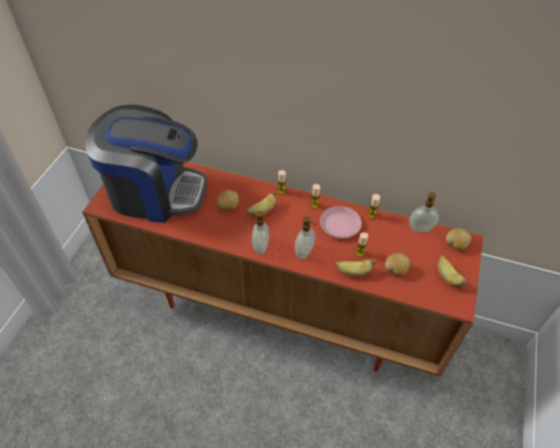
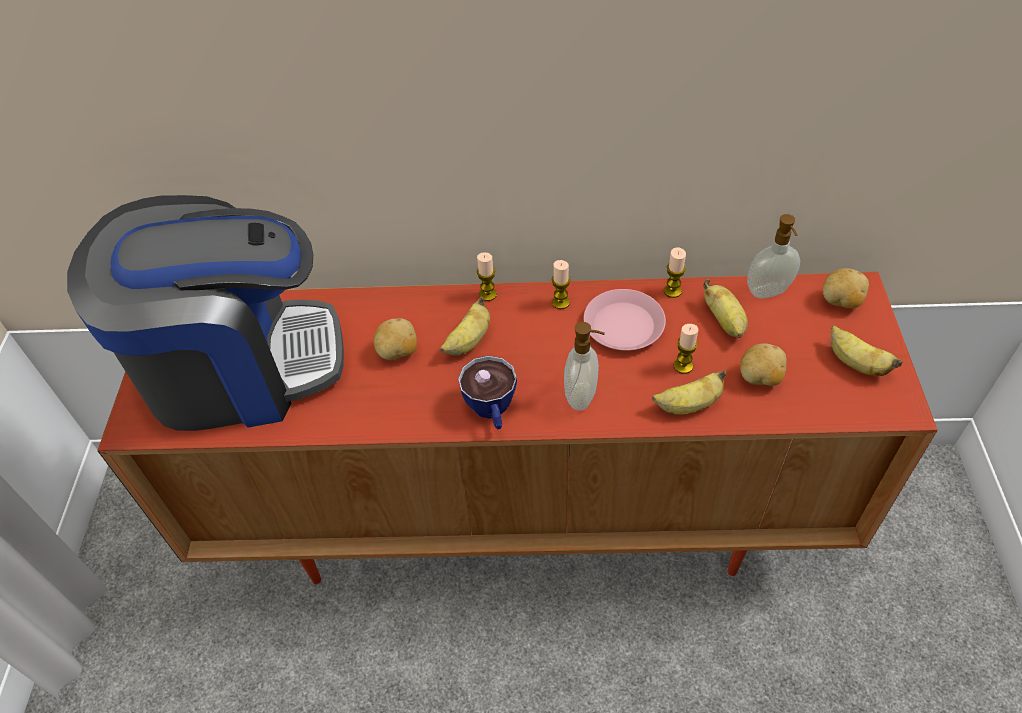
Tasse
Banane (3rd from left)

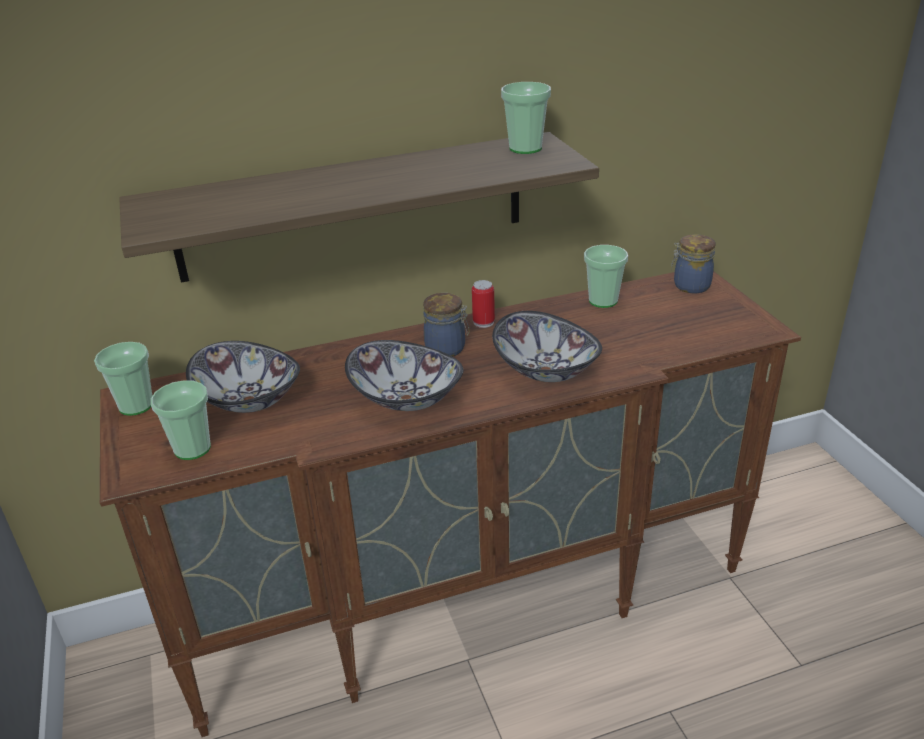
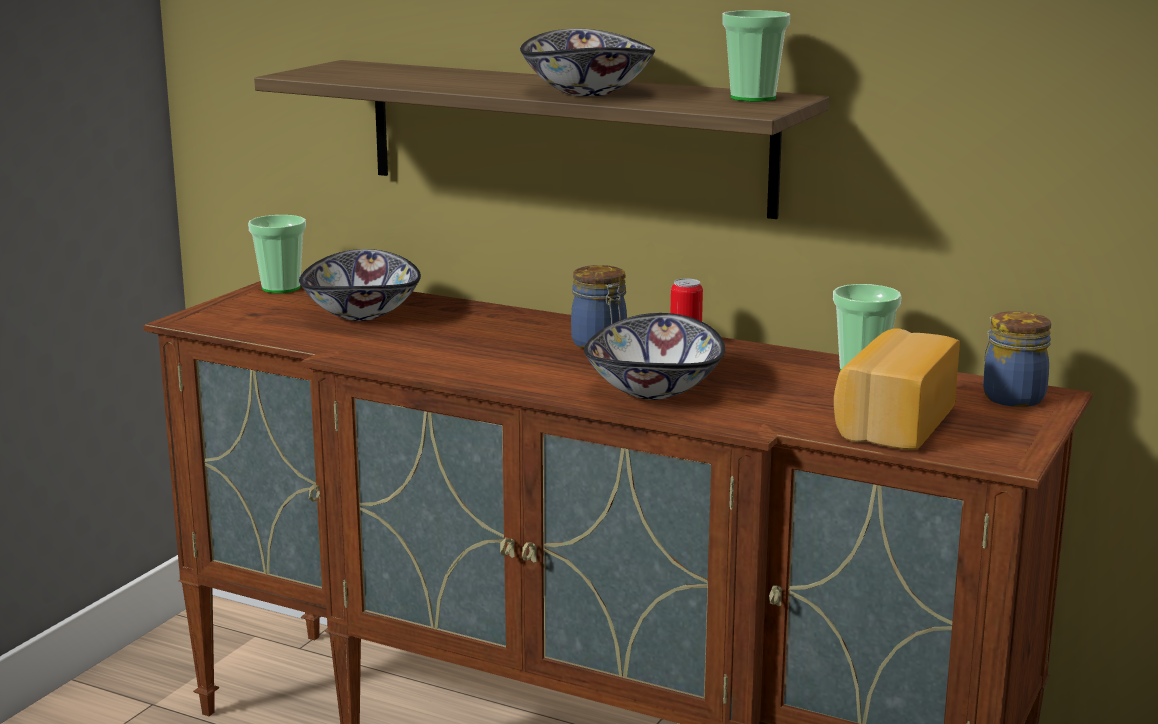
Schüssel (2nd from left)
Tasse (2nd from left in the first image)
Brot

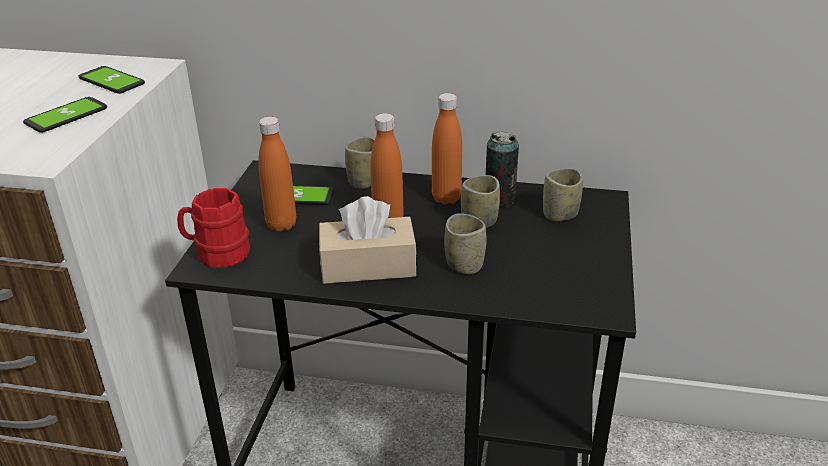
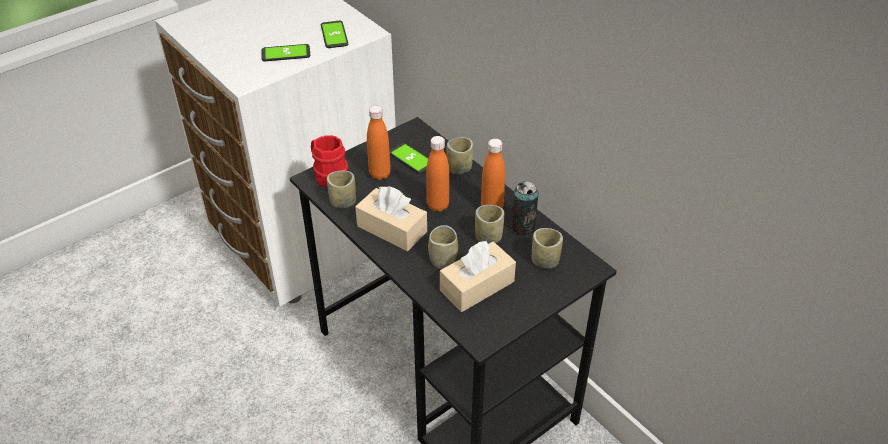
Tasse (1st from left)
Taschentuchbox [beige] (2nd from left)

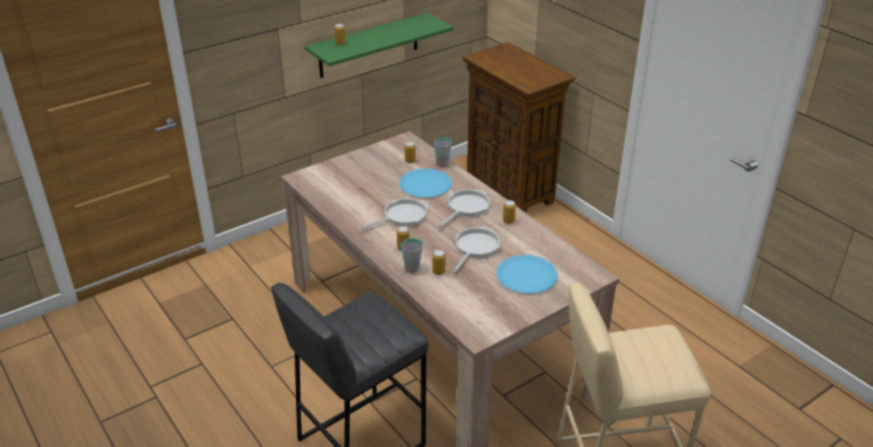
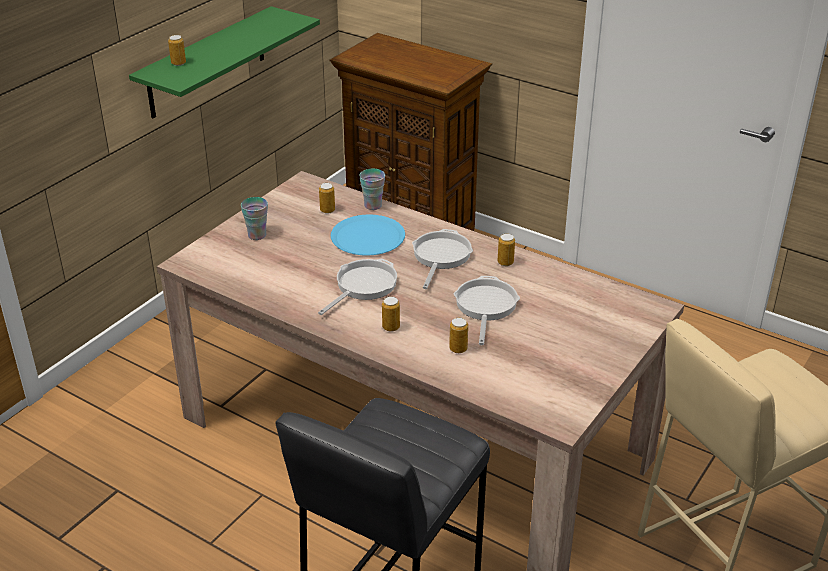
Tasse (1st from left)
Teller [blau] (2nd from left in the first image)

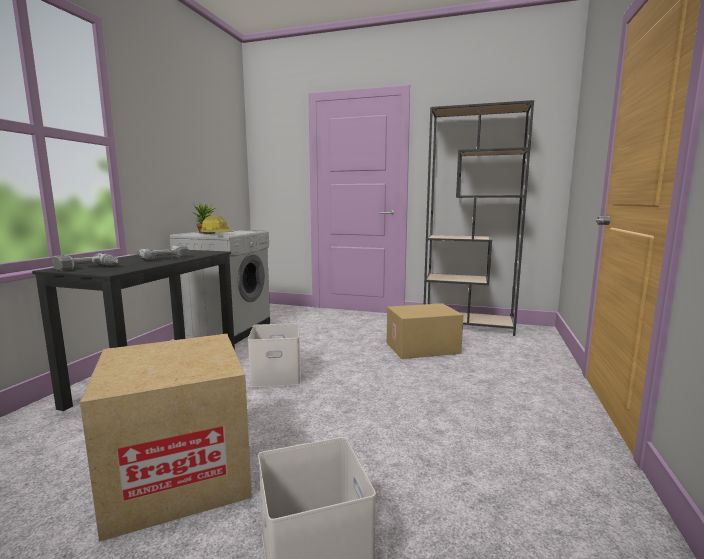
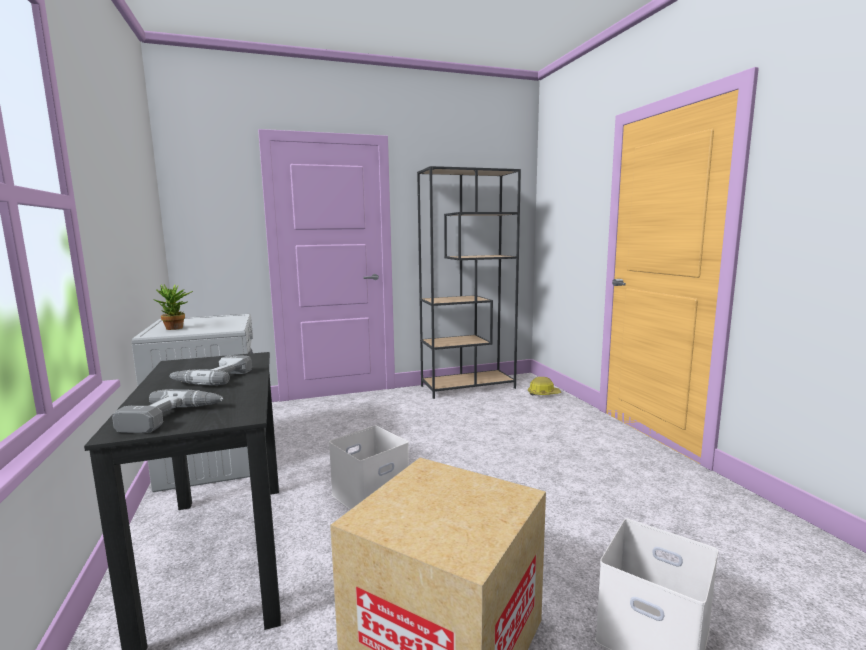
Schutzhelm
Karton (2nd from left in the first image)

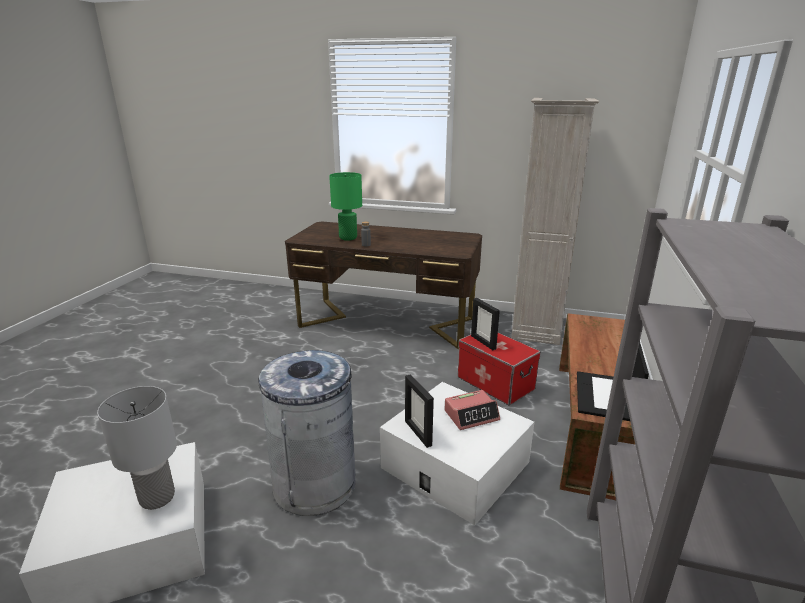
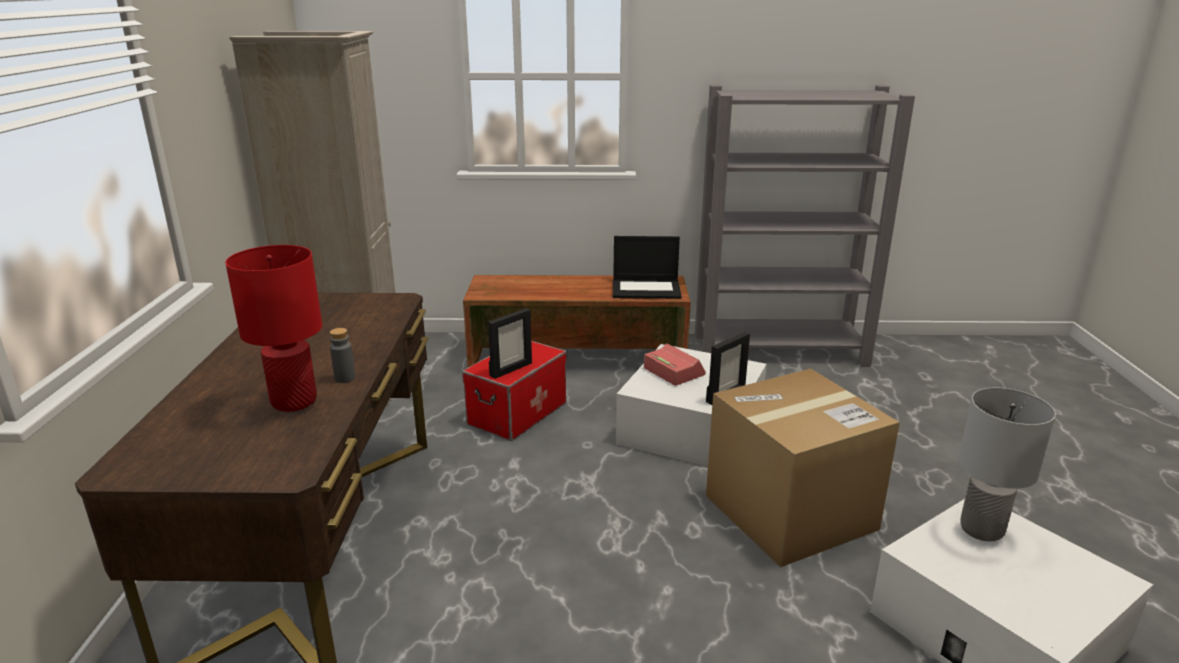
Tischlampe [rot]
Karton

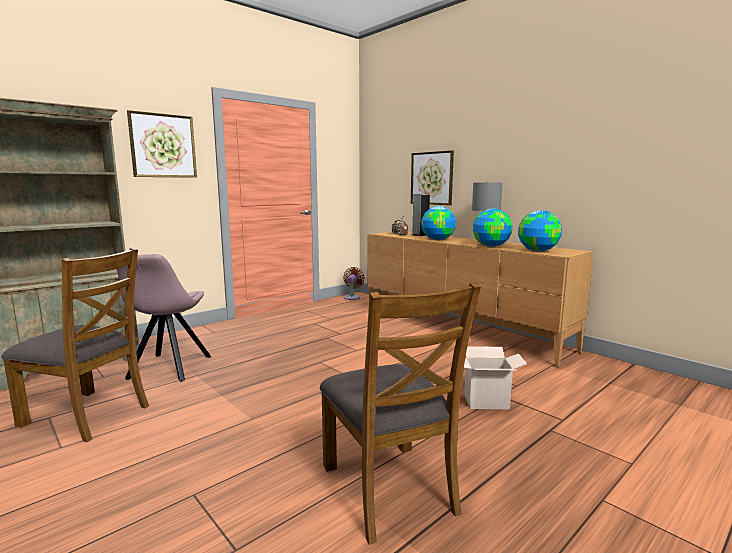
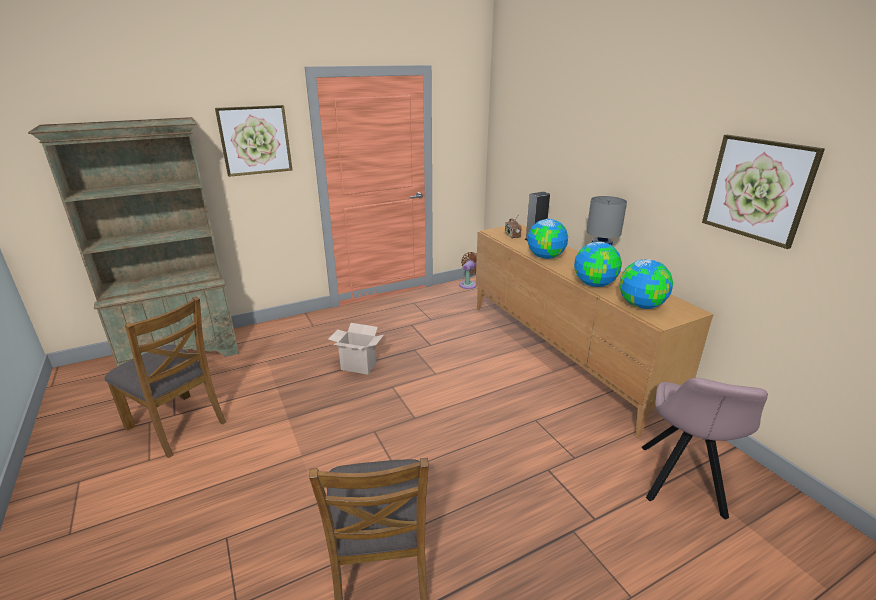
Bild (2nd from left)
Stuhl [rosa]
Karton

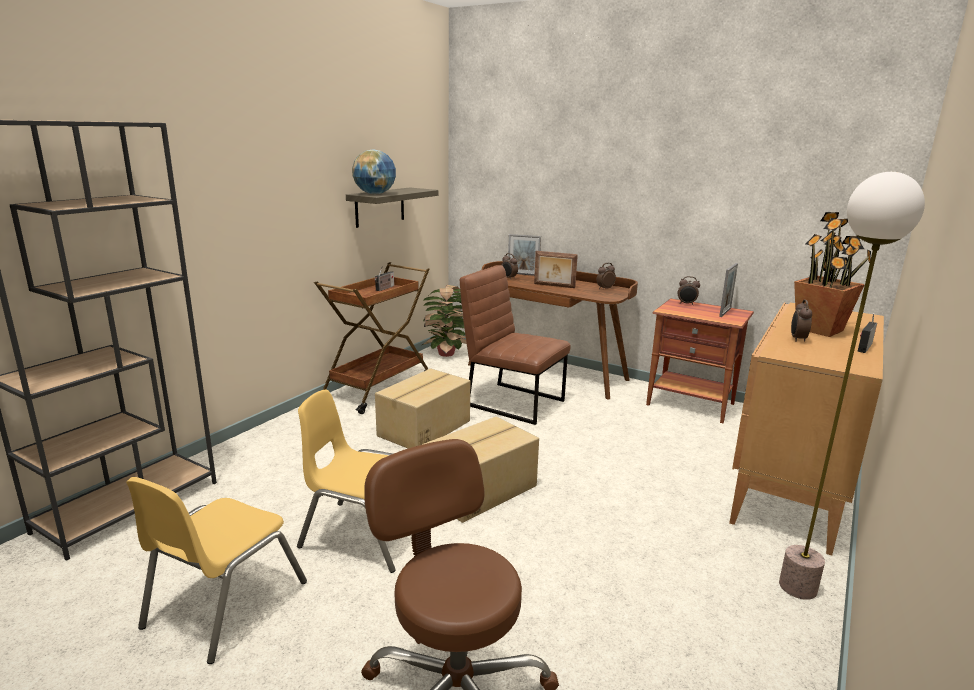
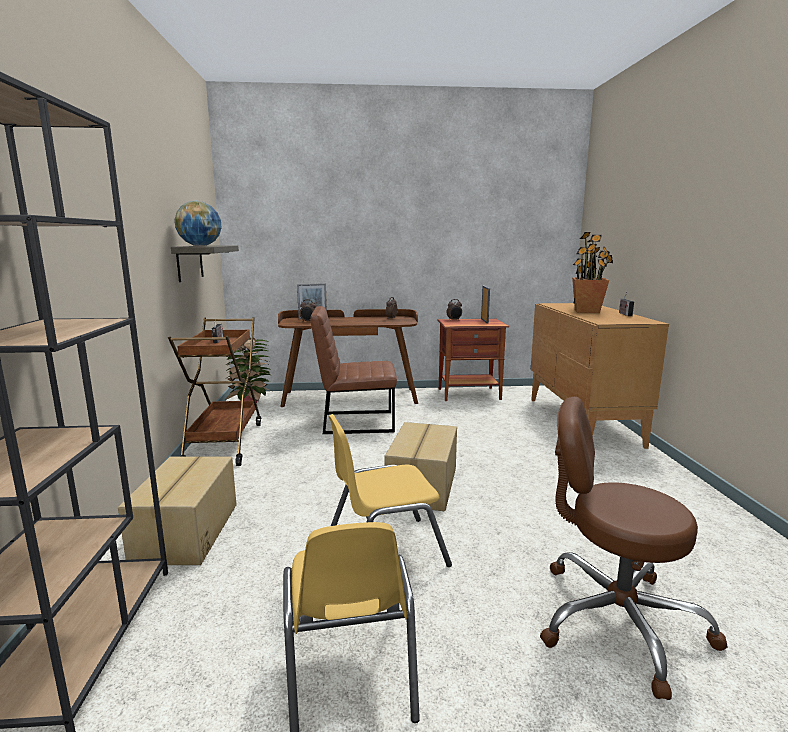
Stehlampe
Bilderrahmen (2nd from left in the first image)
Wecker (4th from left in the first image)
Karton (1st from left)

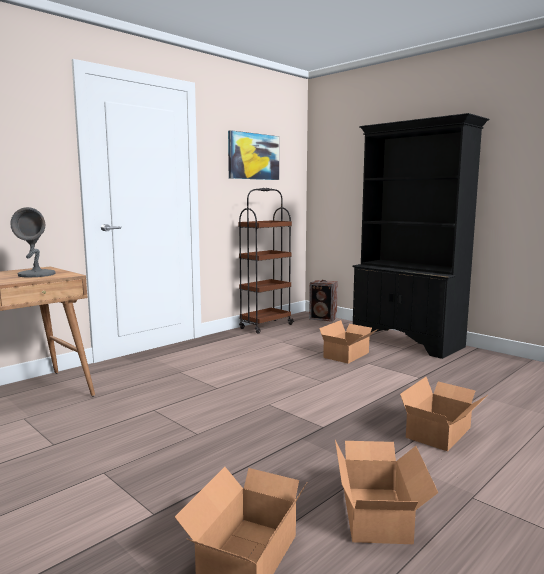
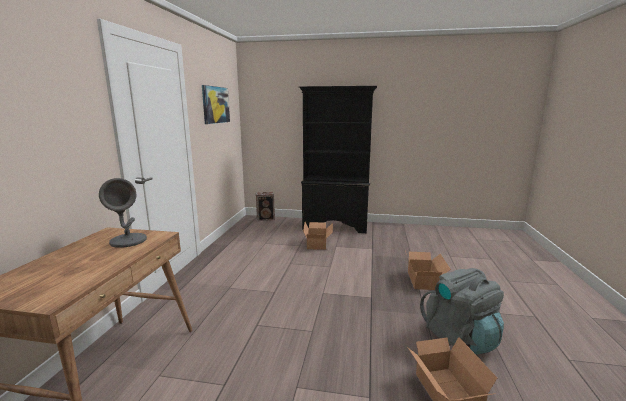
Rollwagen [braun]
Rucksack [grau]

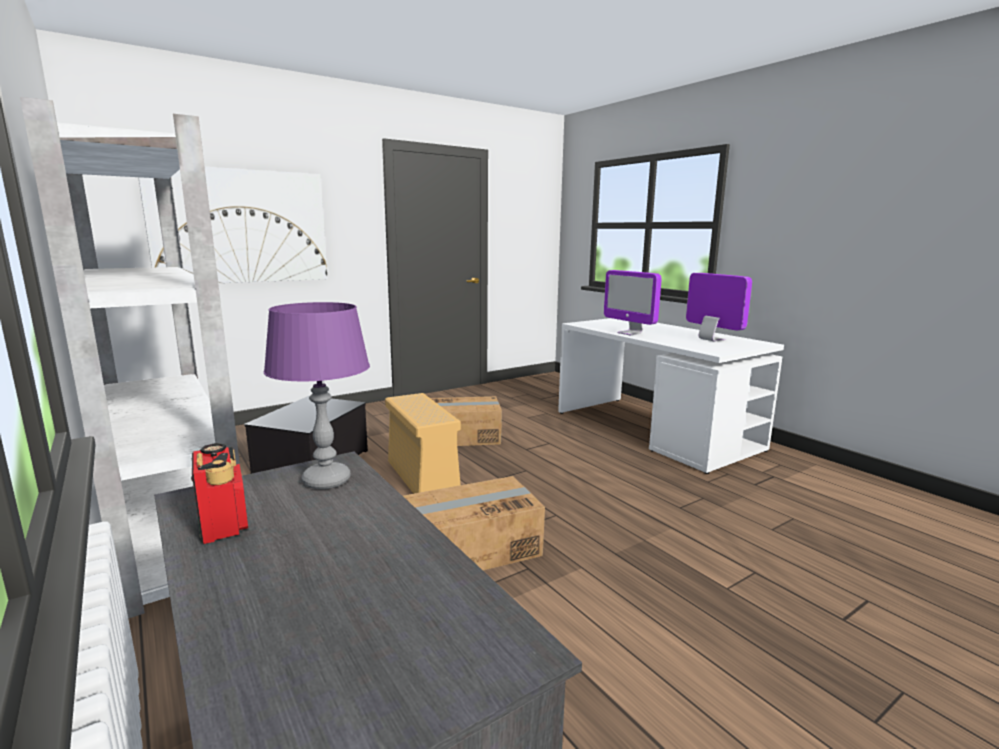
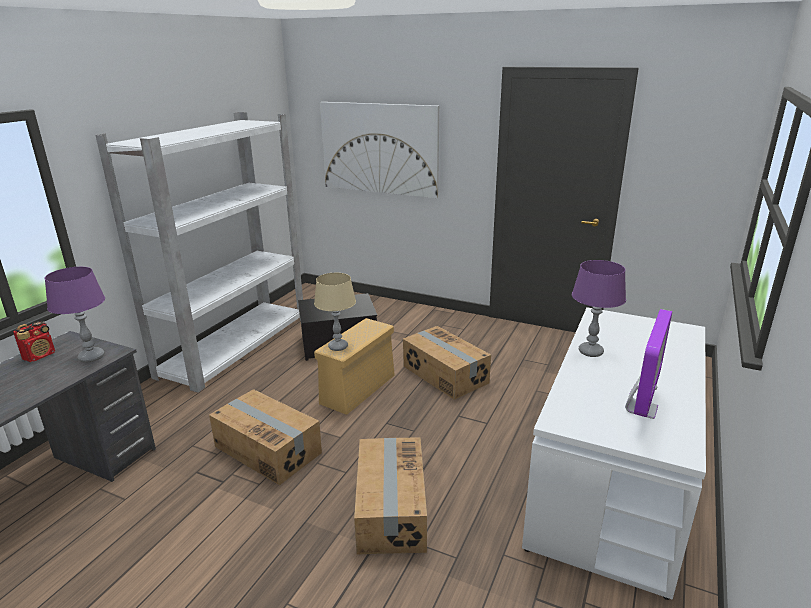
Tischlampe [lila] (2nd from left)
Tischlampe [beige]
Karton (2nd from left)

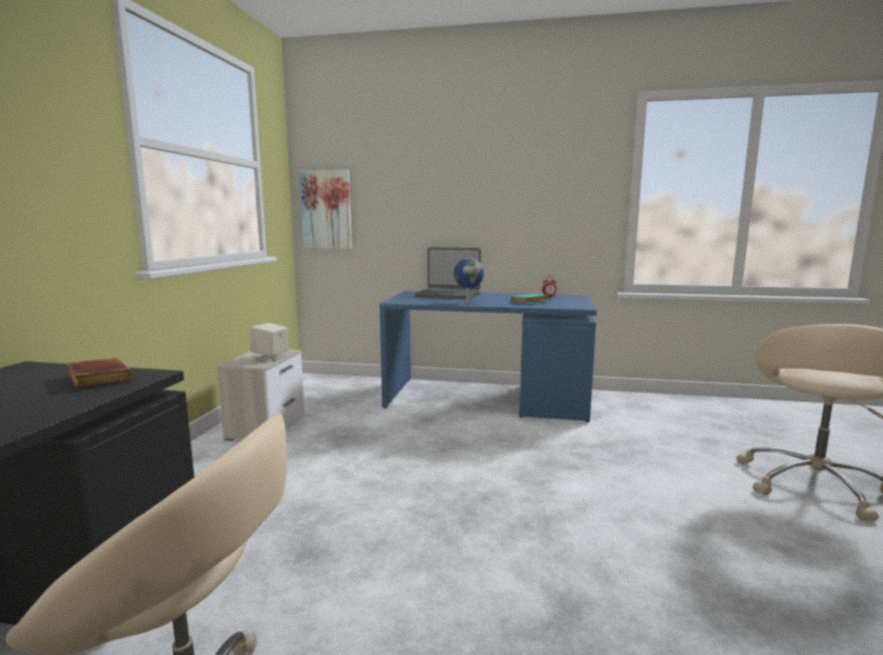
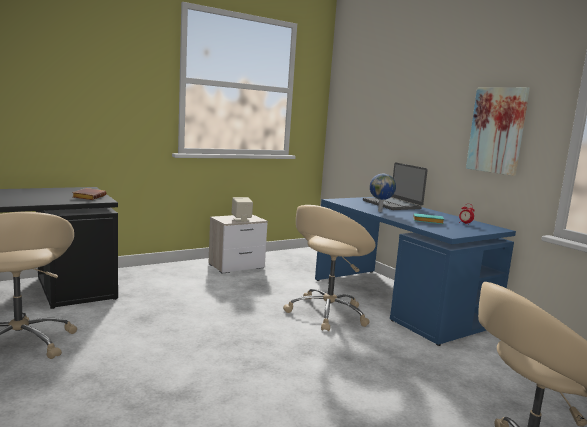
Bild
Bürostuhl [beige] (2nd from left)

